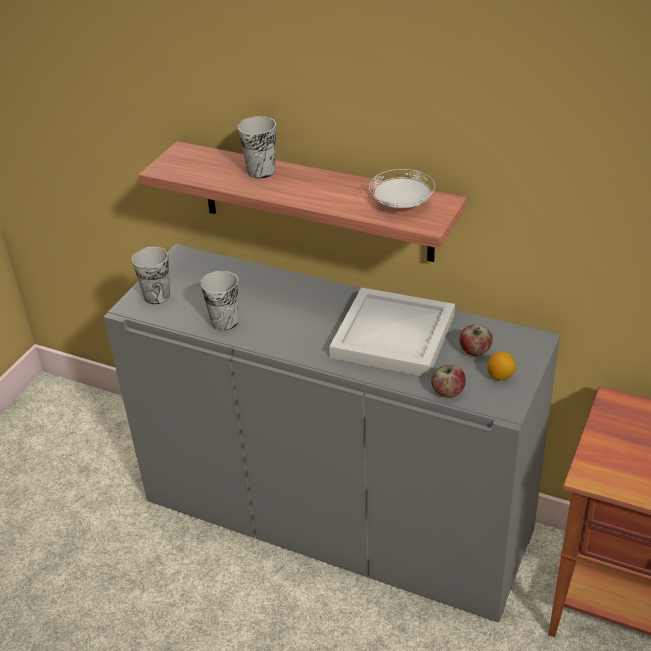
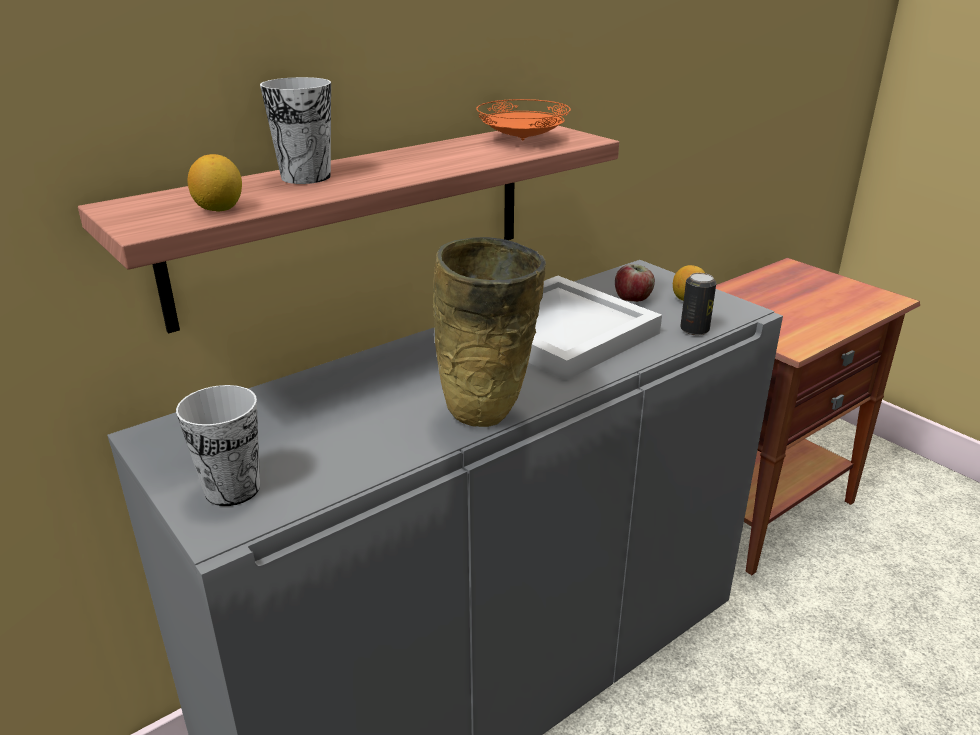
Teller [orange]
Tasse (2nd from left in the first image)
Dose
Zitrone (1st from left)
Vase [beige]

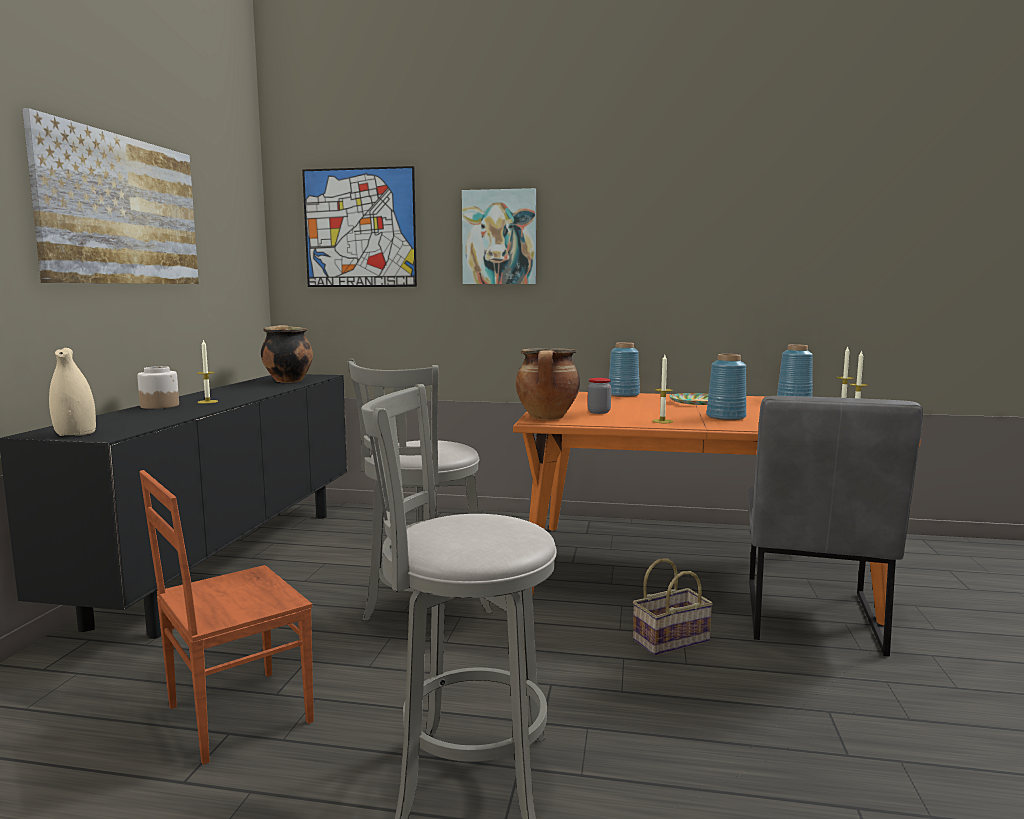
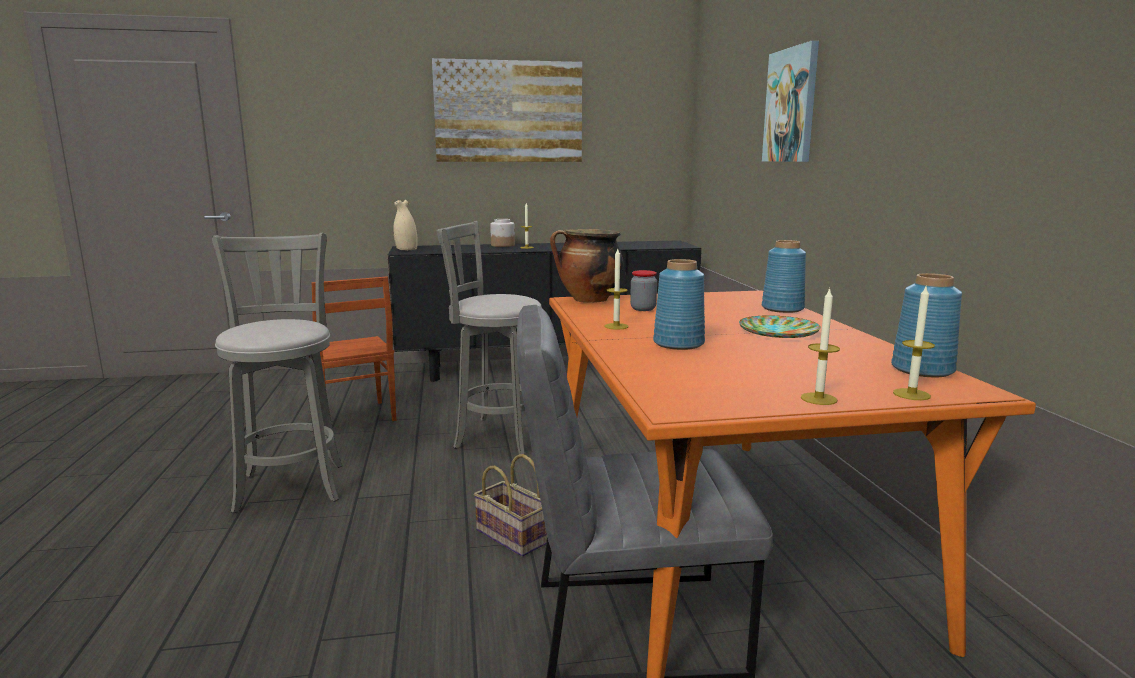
Bild (2nd from left in the first image)
Kochtopf (1st from left in the first image)
Stuhl [braun]

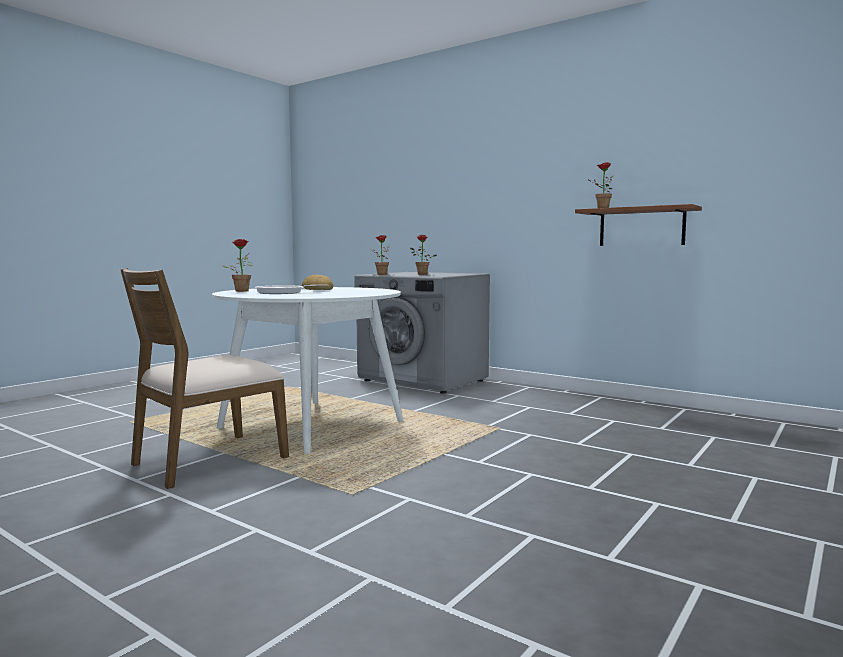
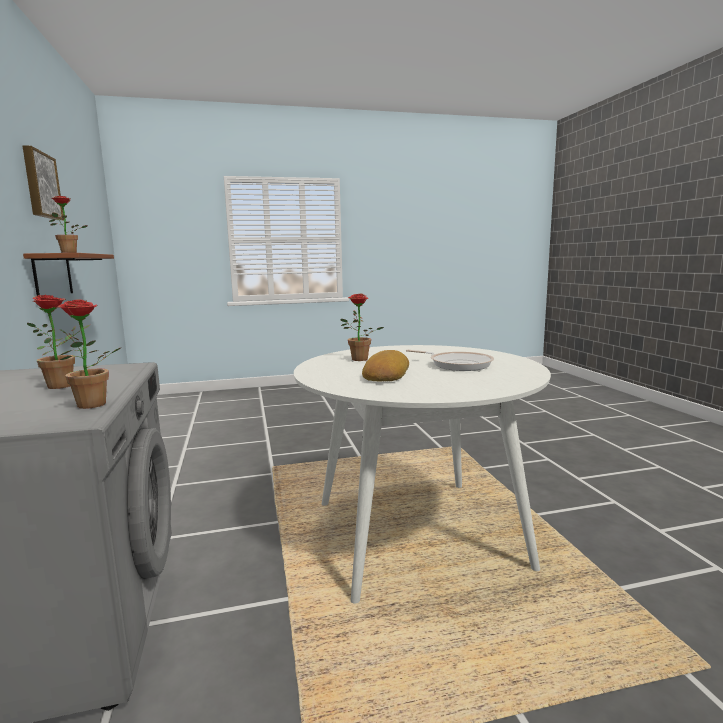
Topfpflanze (4th from left)
Stuhl [braun]
Bild

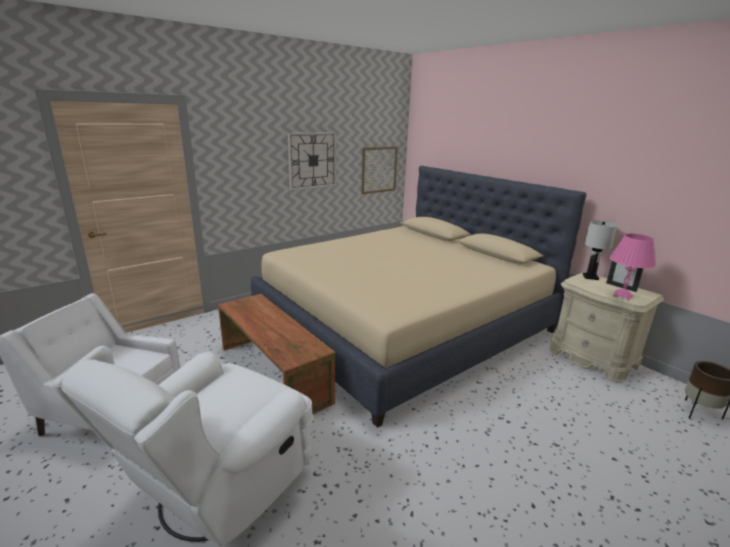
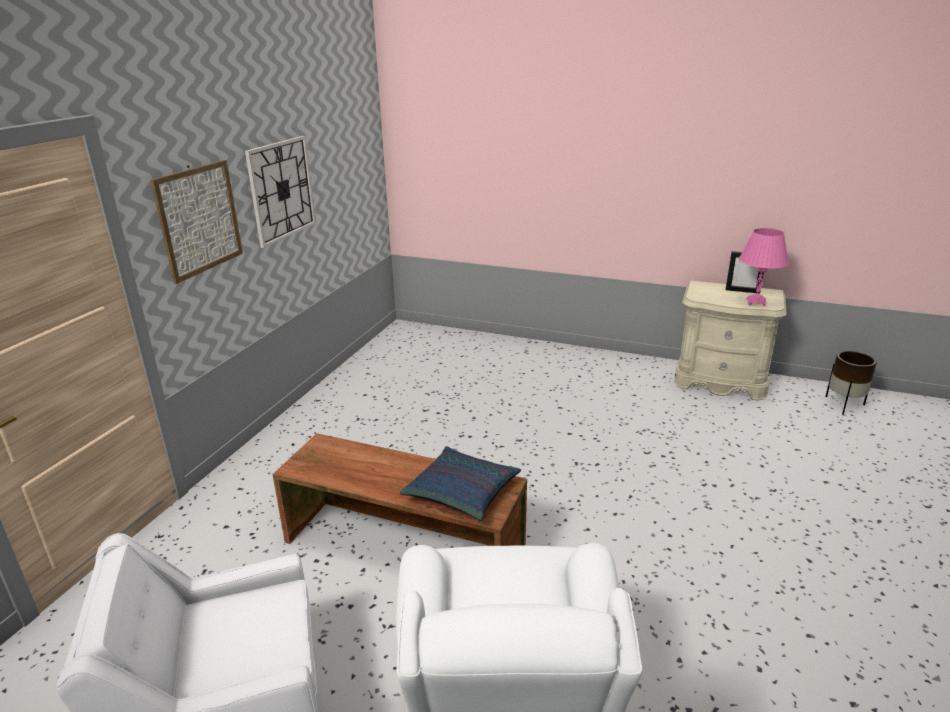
Bild
Bett [beige]
Tischlampe [weiß]
Kissen [blau]

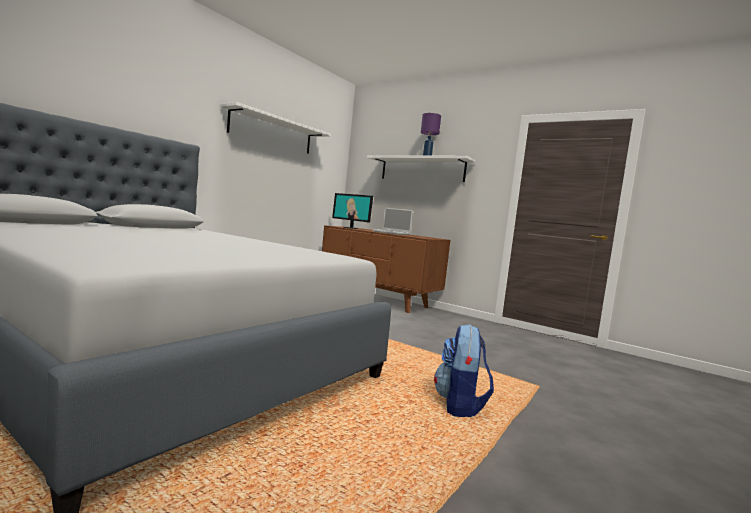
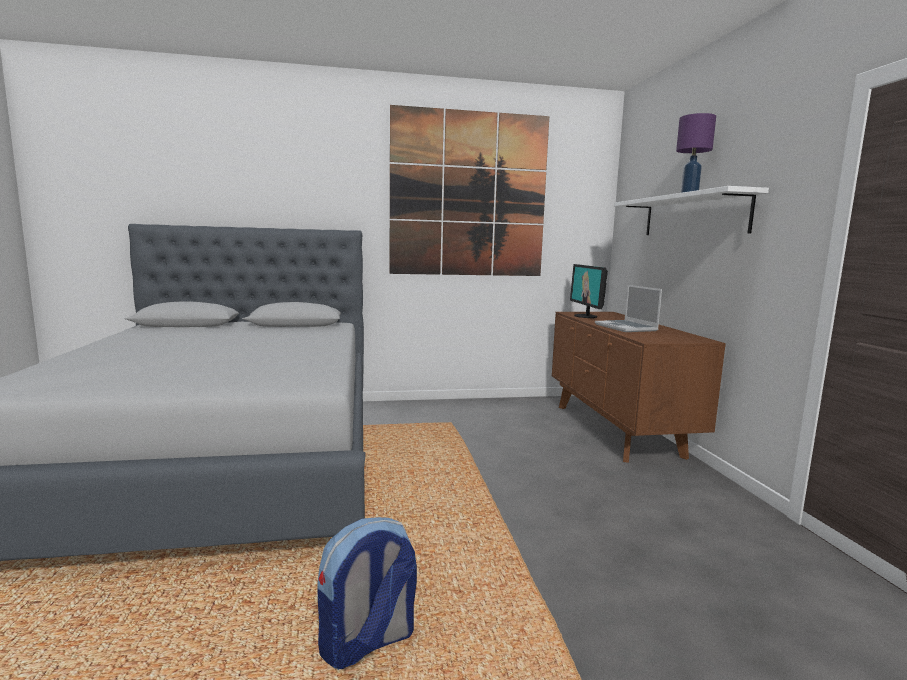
Bild

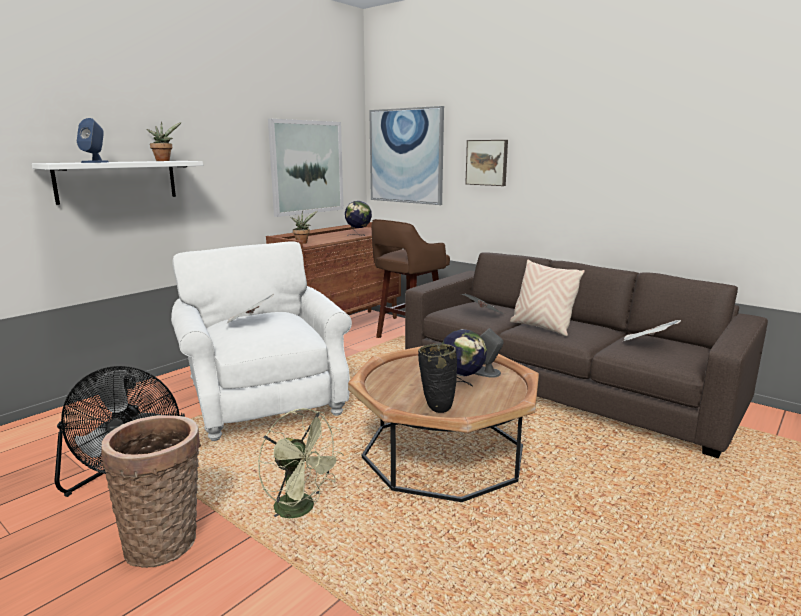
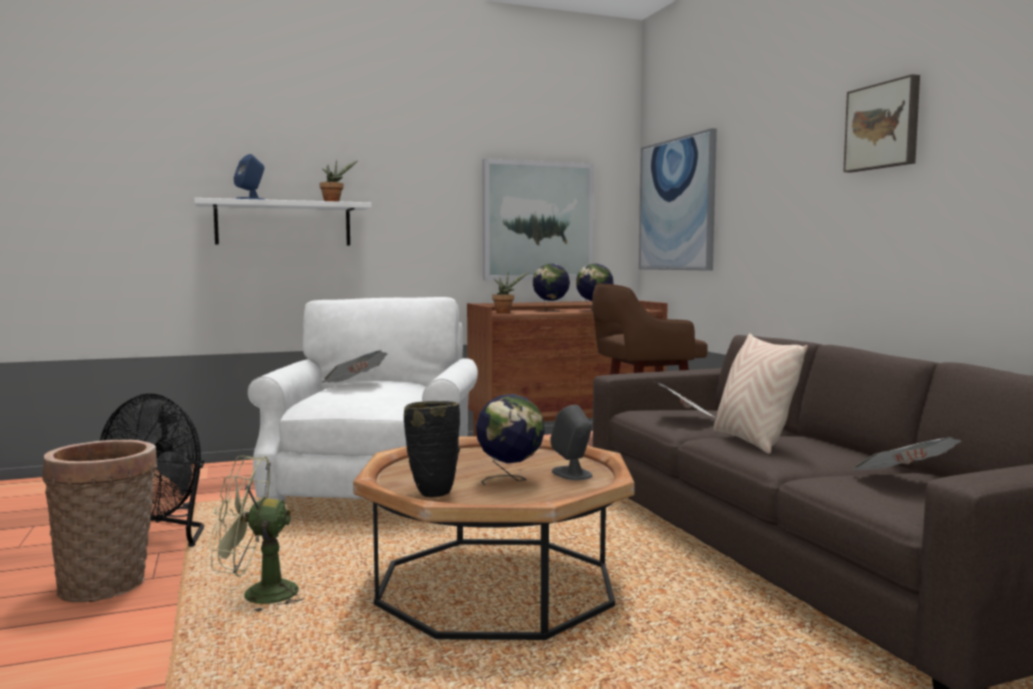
Bild (3rd from left)
Ventilator [grün]
Globus (2nd from left)

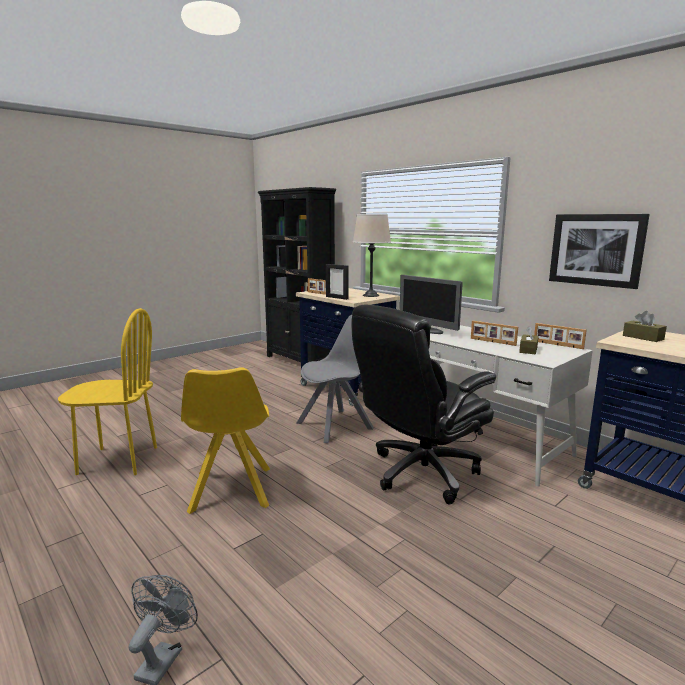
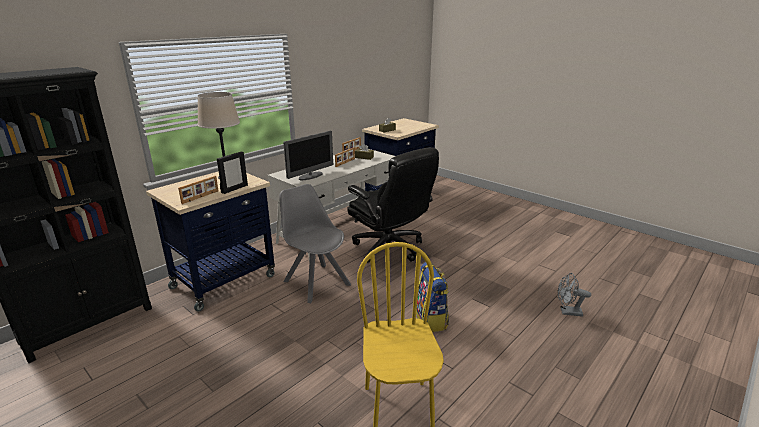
Bild
Rucksack

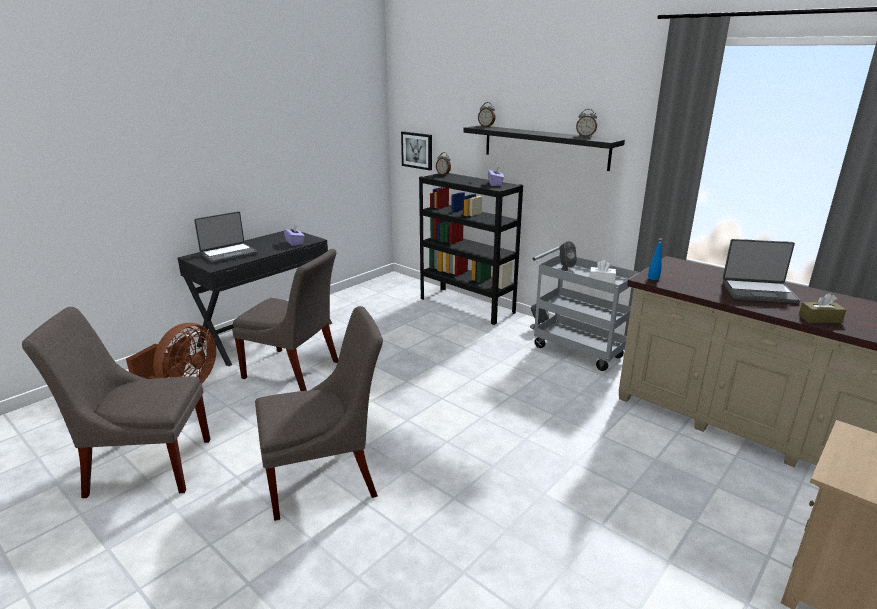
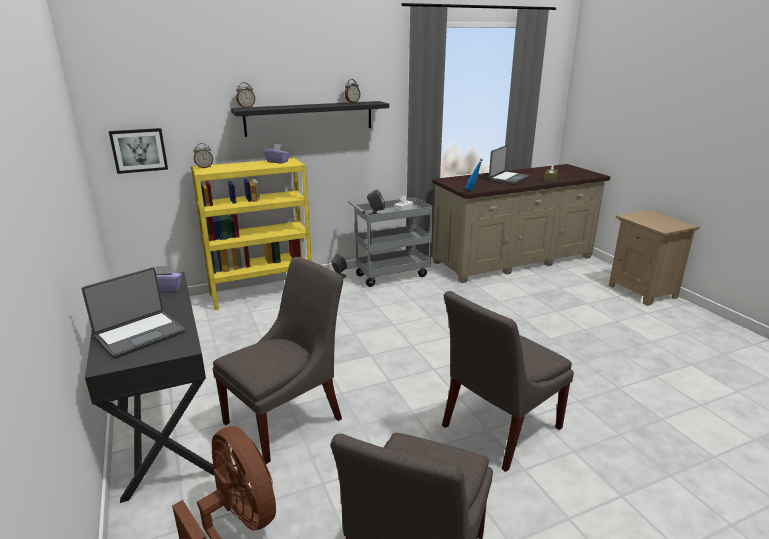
Bücherregal [gelb]
Laptop (1st from left)
Stuhl [grau] (3rd from left)

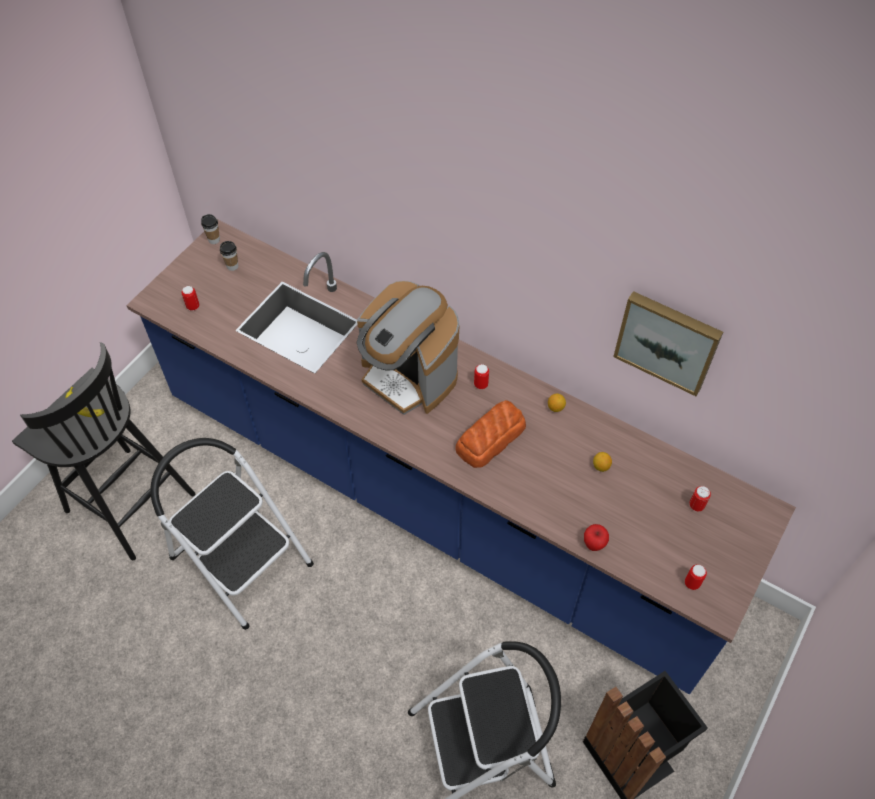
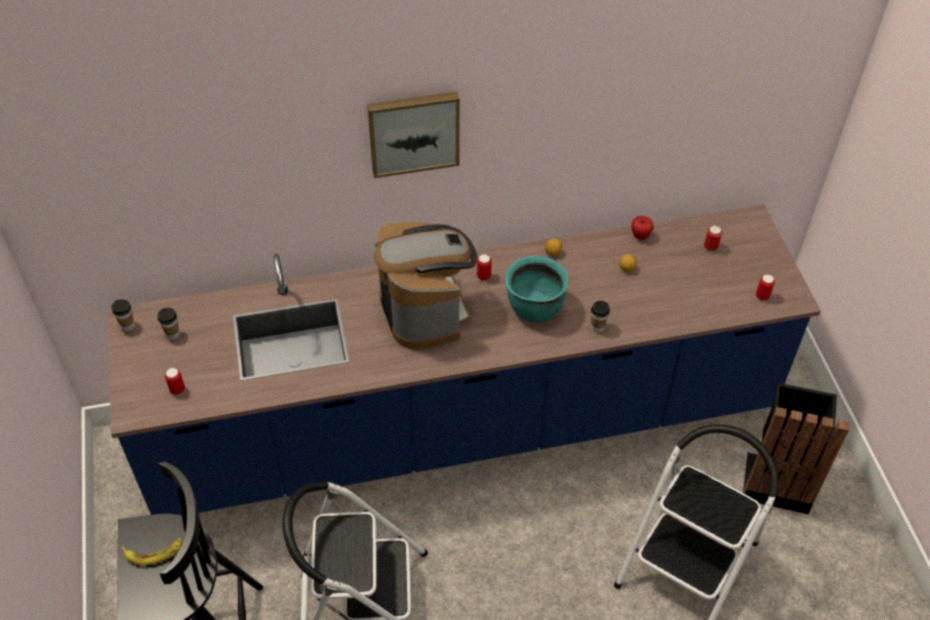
Kaffeemaschine
Bild
Kochtopf [türkis]
Apfel
Tasse (3rd from left)

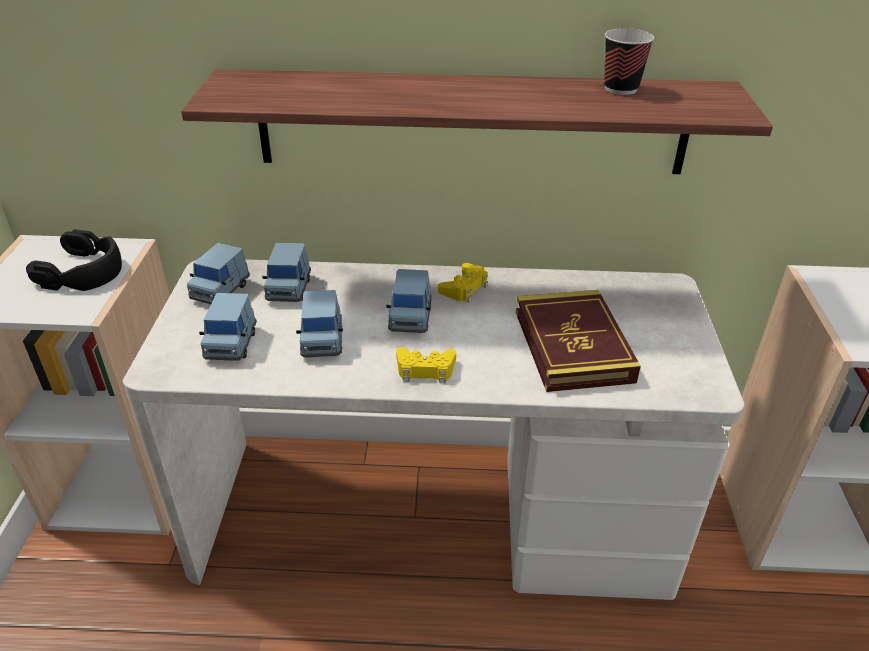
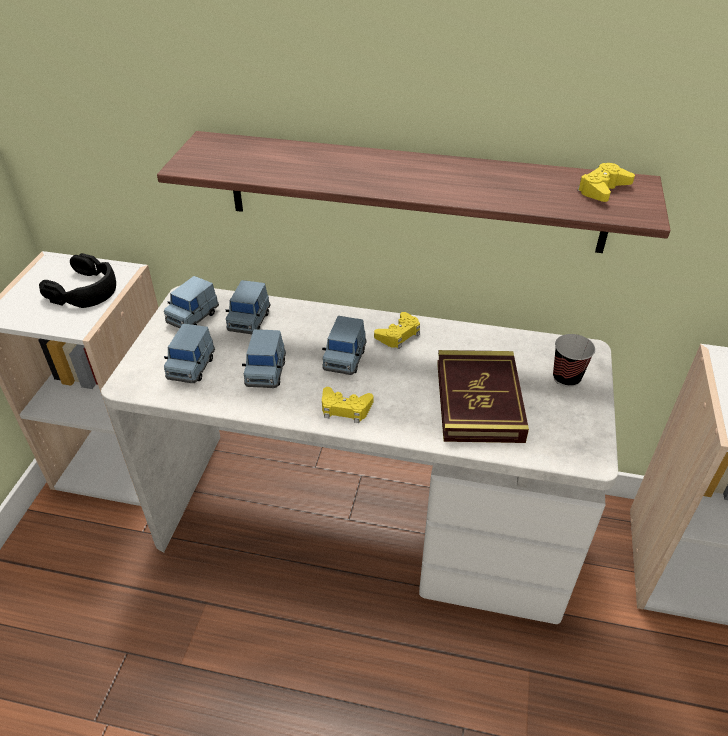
Tasse
Gamepad [gelb] (3rd from left)

